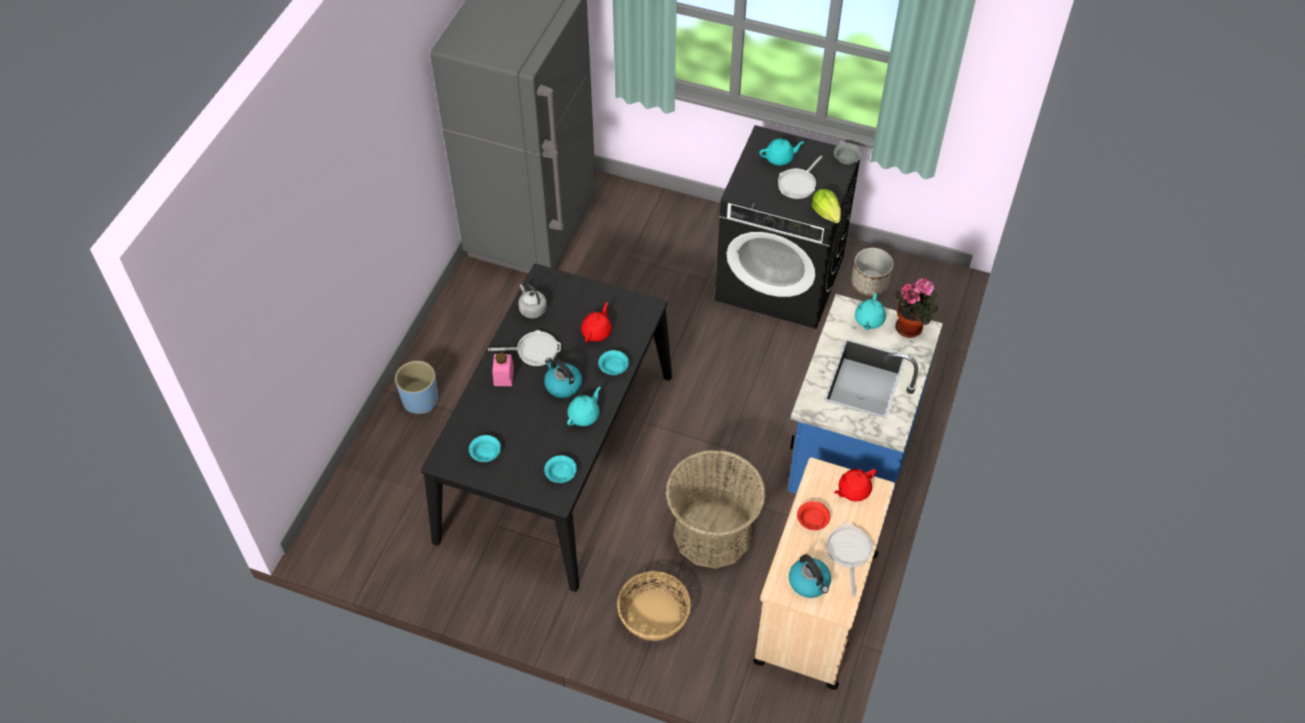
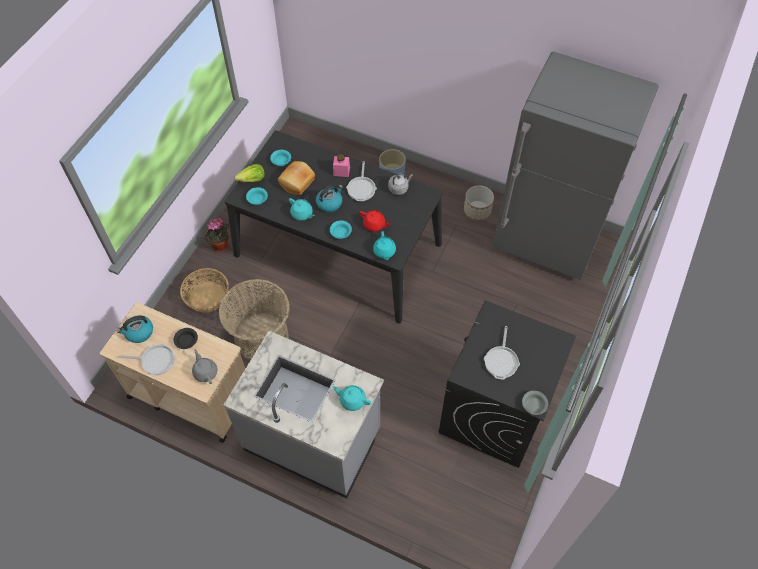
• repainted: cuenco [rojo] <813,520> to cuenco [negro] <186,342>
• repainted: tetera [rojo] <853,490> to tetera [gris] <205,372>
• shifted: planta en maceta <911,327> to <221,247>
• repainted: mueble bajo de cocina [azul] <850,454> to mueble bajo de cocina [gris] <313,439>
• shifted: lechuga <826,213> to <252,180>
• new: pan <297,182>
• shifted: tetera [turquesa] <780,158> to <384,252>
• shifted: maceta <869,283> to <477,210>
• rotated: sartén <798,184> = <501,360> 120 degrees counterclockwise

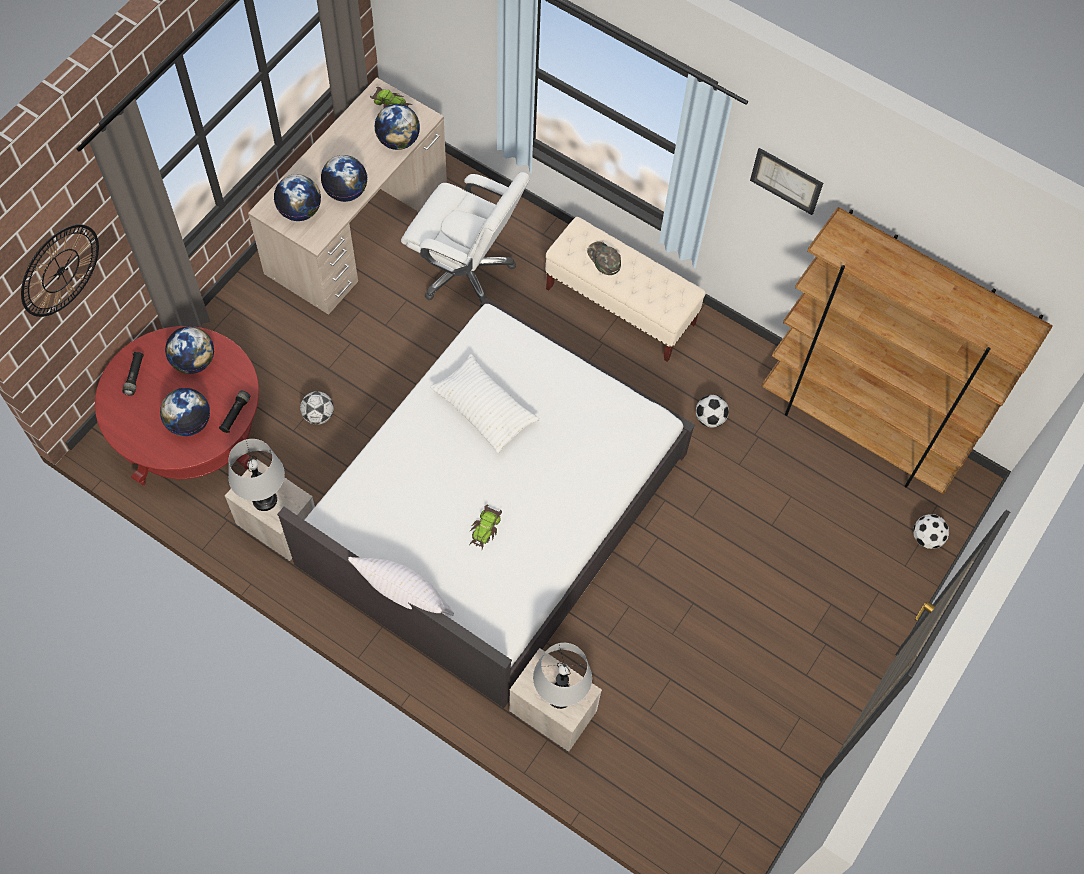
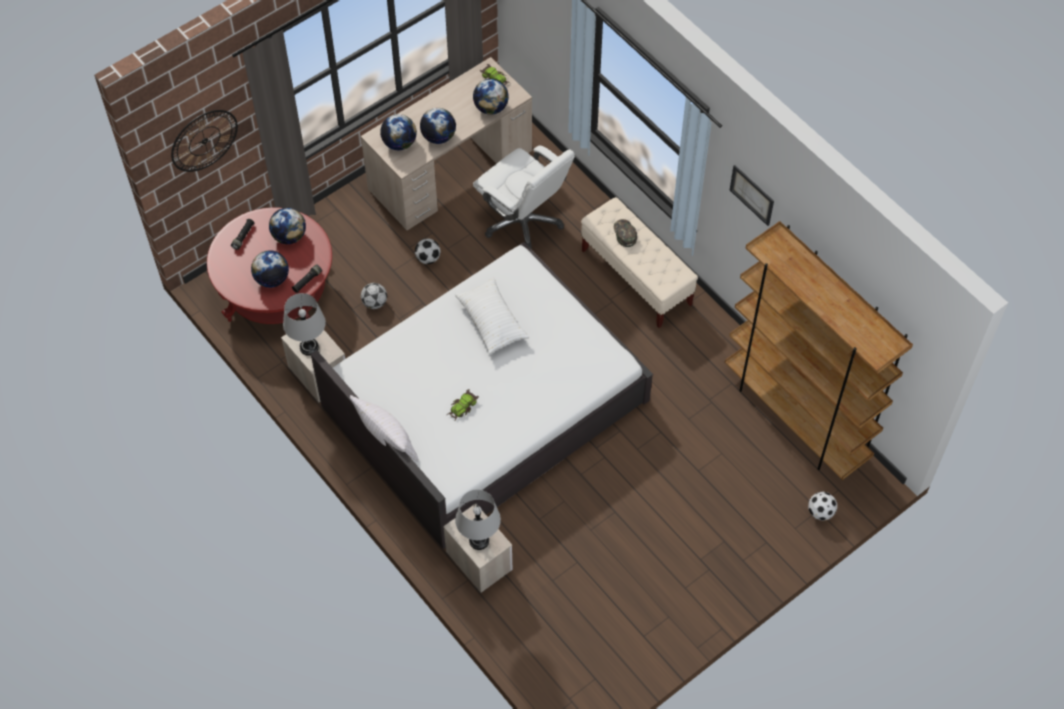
• shifted: balón de fútbol <710,418> to <428,258>

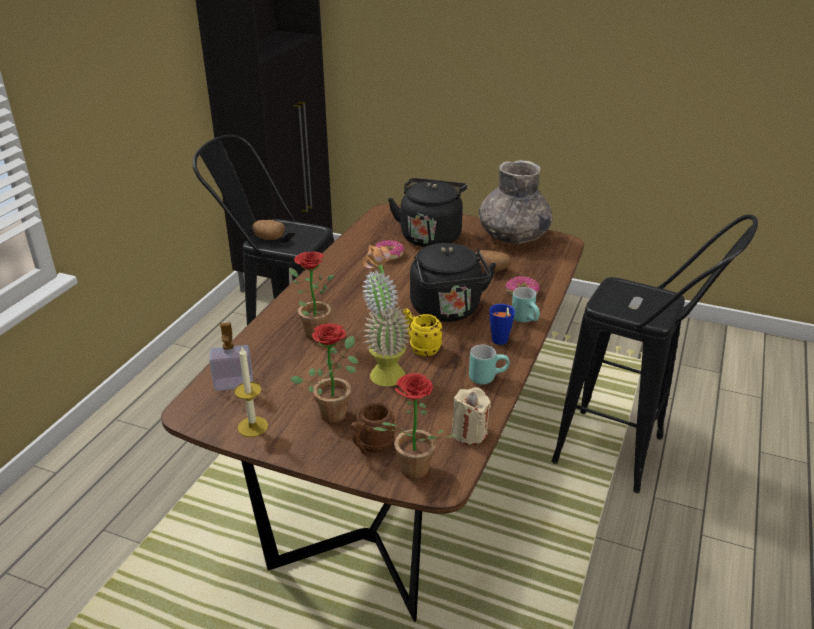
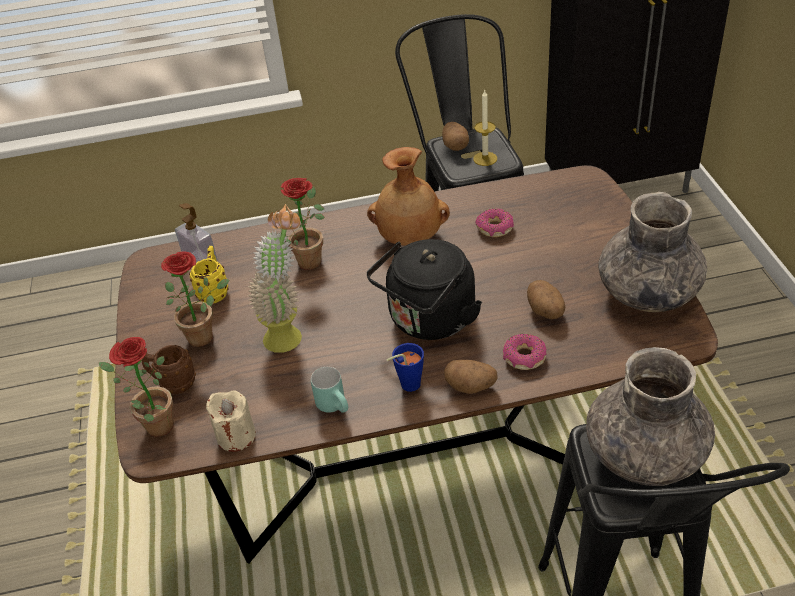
• shifted: taza grande [amarillo] <421,348> to <214,291>
• new: florero [marrón] <410,238>
• swapped: taza grande [turquesa] <527,320> to patata <471,386>
• shifted: vela <253,427> to <485,159>
• new: florero [gris] <645,454>
• gone: hervidor [negro] <431,236>

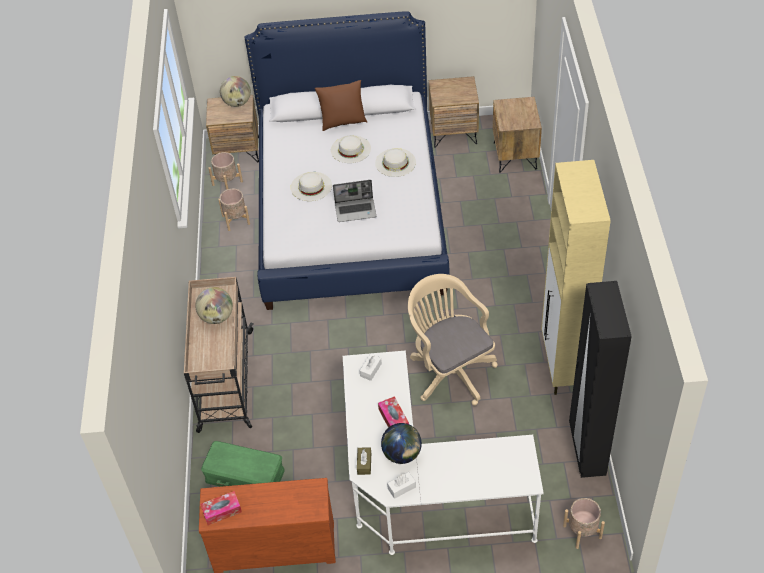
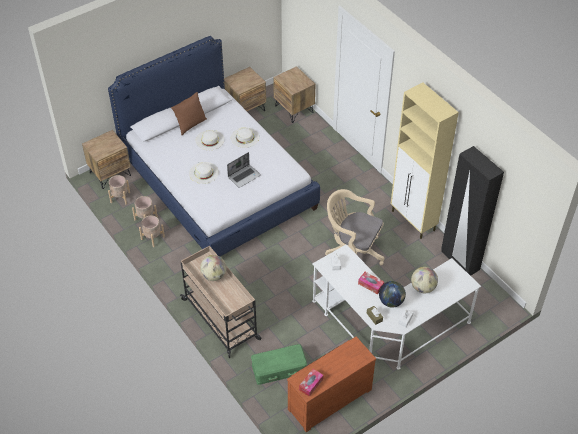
• shifted: maceta [beis] <582,531> to <153,238>
• shifted: globo terráqueo <237,103> to <423,288>

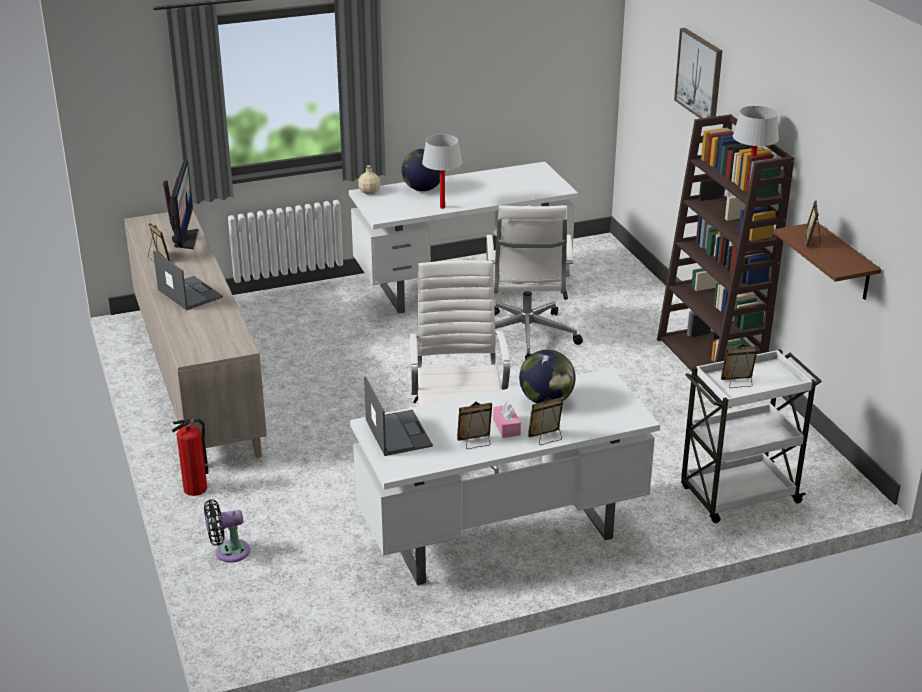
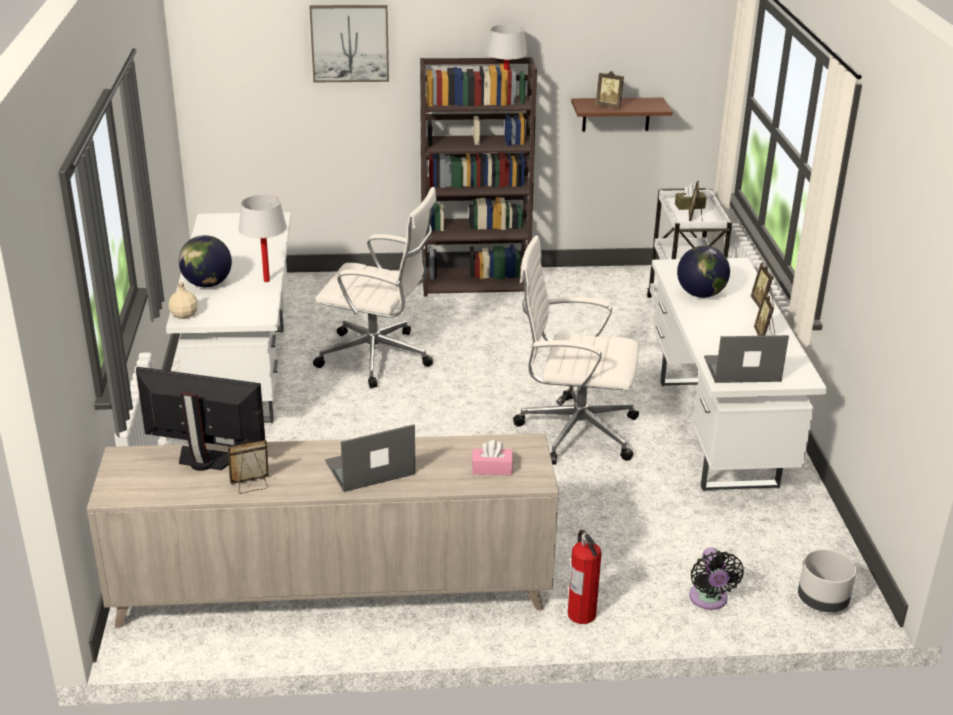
• shifted: caja de pañuelos [rosa] <506,427> to <492,468>
• new: caja de pañuelos [marrón] <689,206>
• new: maceta [gris] <822,600>

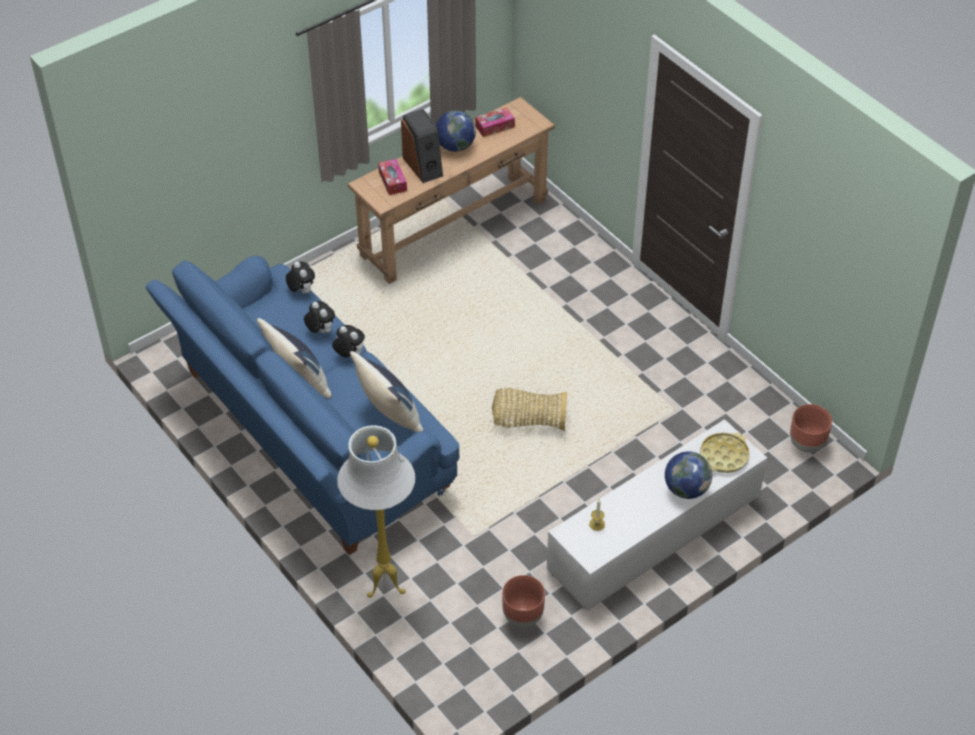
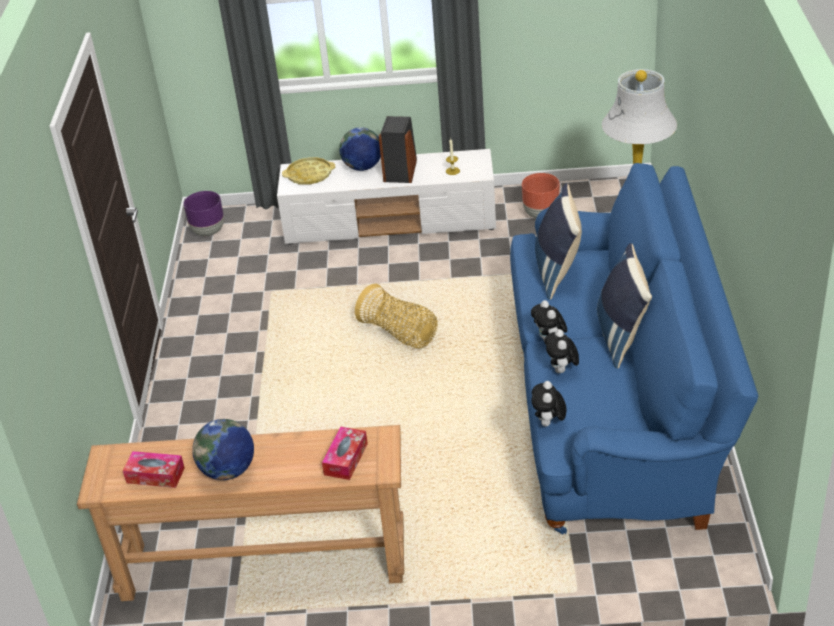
• repainted: maceta [marrón] <807,444> to maceta [morado] <208,231>
• shifted: altavoz <423,166> to <401,170>

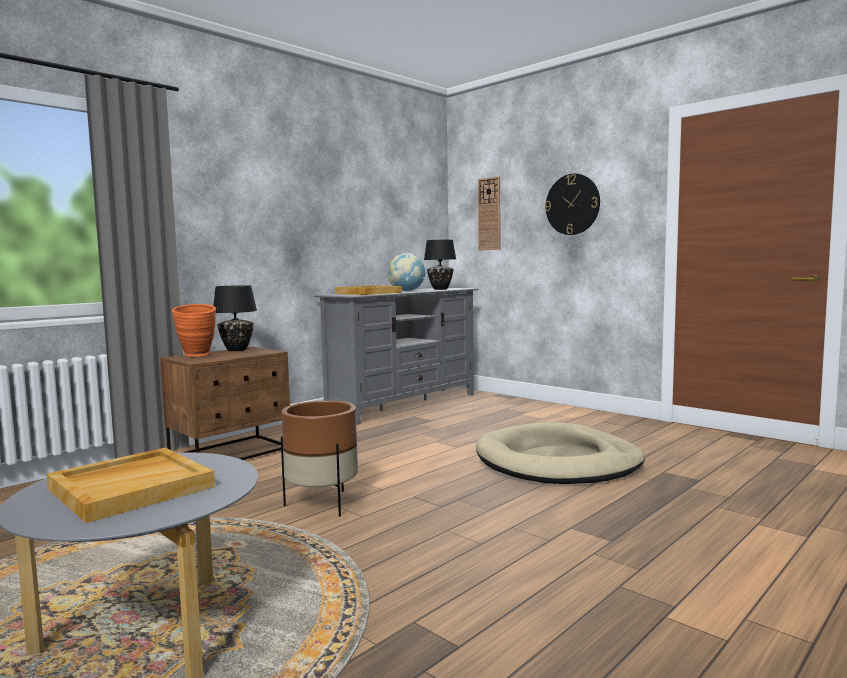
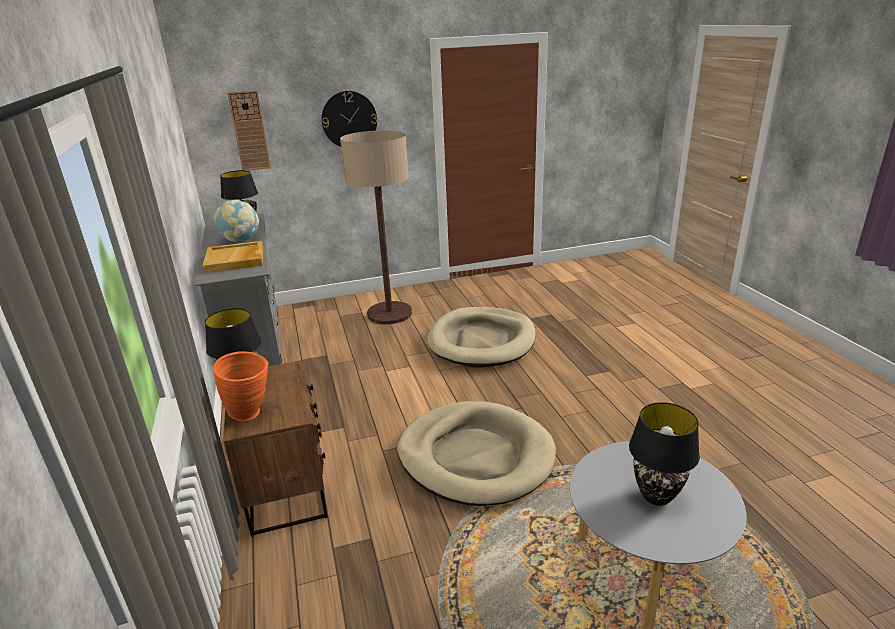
• new: lámpara de pie <389,313>
• swapped: maceta [marrón] <322,504> to cama para perro [beis] <475,456>
• swapped: bandeja [beis] <132,487> to lámpara de mesa [negro] <655,496>

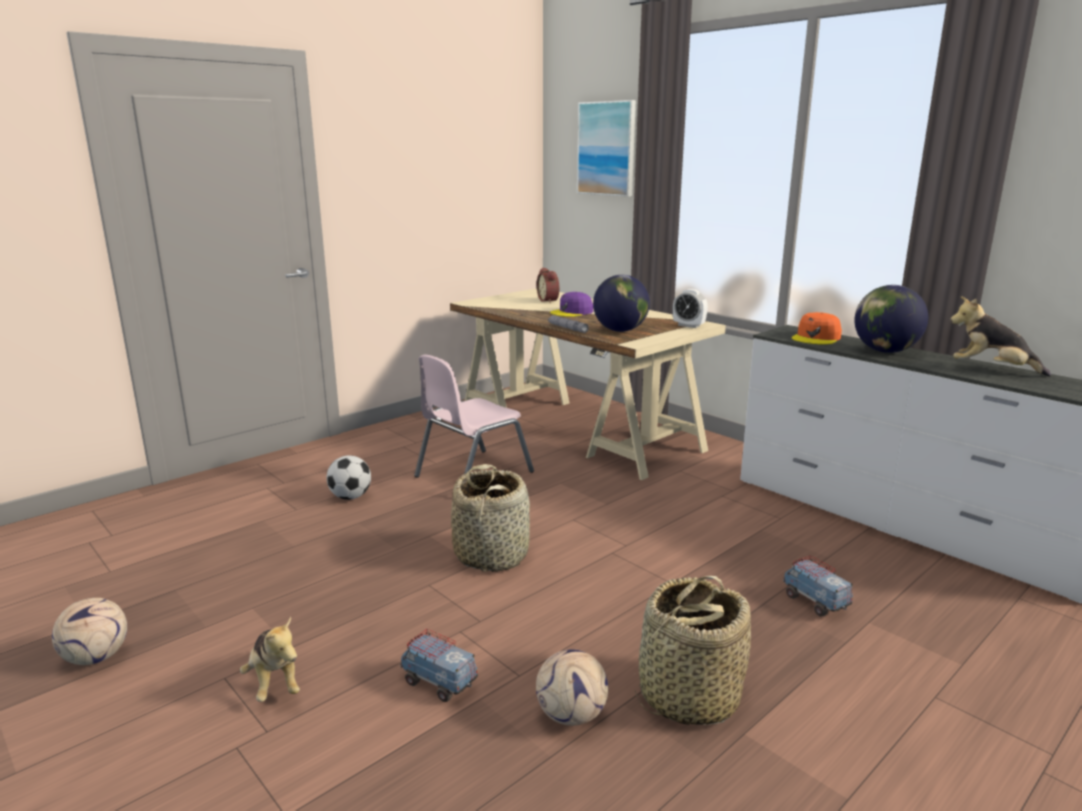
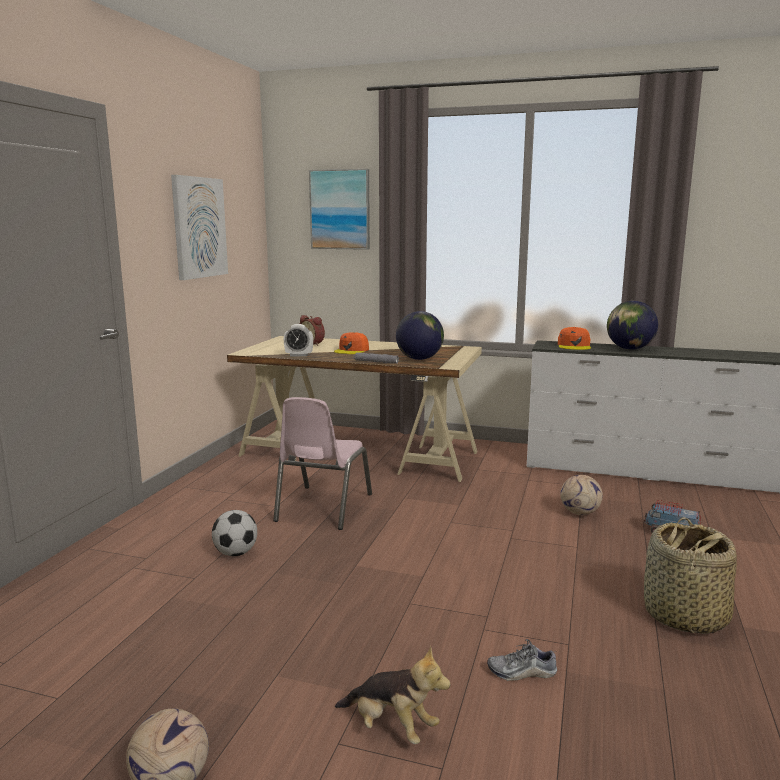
• new: cuadro <199,227>
• shifted: despertador <688,326> to <299,355>
• repainted: gorra [morado] <572,312> to gorra [naranja] <351,350>
• swapped: camión de juguete <438,683> to zapato <522,672>
• shifted: balón de fútbol <572,716> to <580,513>
• gone: cesta <492,554>
• gone: peluche <991,370>

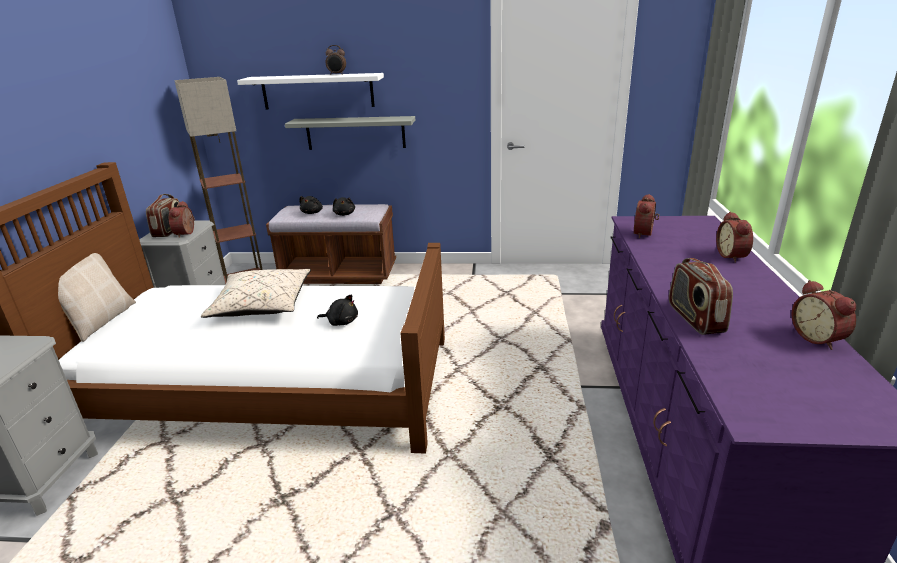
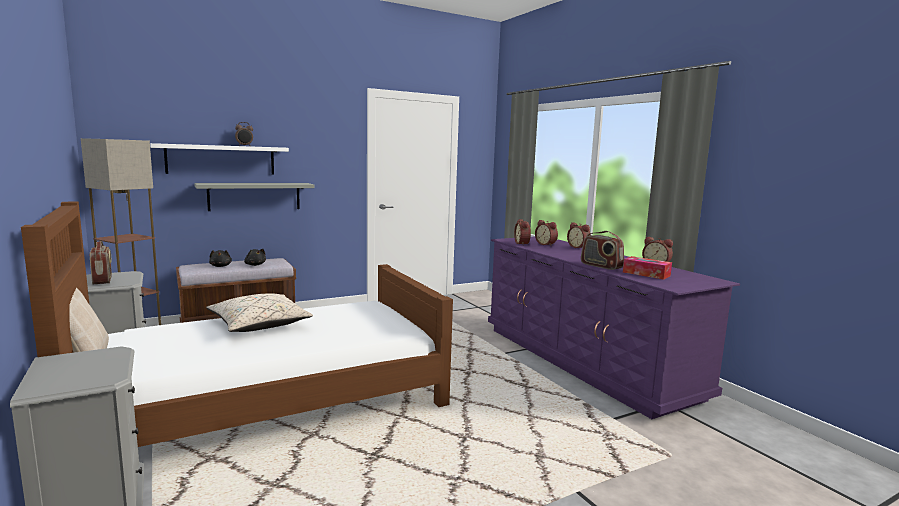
• shifted: despertador <187,233> to <546,244>
• new: caja de pañuelos <646,274>
• gone: peluche [negro] <341,322>

